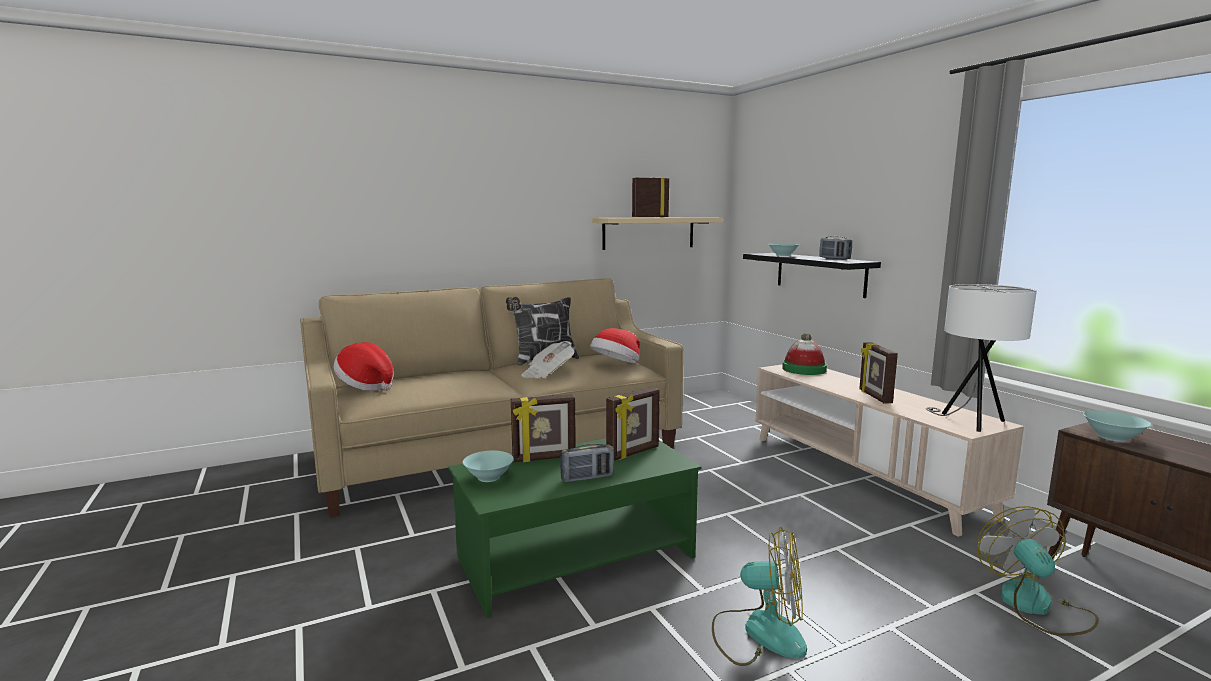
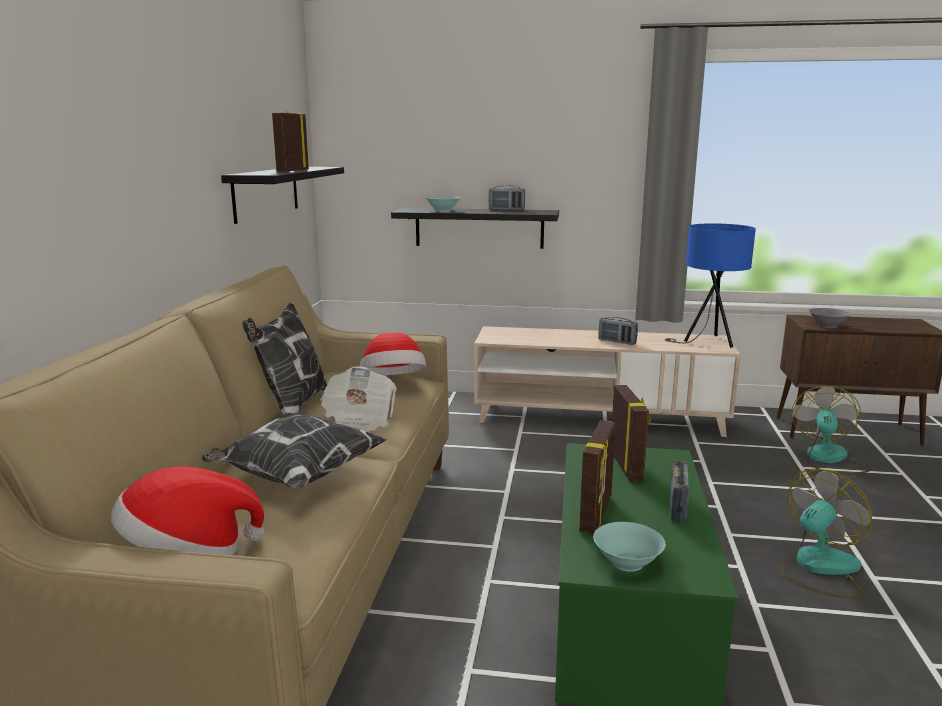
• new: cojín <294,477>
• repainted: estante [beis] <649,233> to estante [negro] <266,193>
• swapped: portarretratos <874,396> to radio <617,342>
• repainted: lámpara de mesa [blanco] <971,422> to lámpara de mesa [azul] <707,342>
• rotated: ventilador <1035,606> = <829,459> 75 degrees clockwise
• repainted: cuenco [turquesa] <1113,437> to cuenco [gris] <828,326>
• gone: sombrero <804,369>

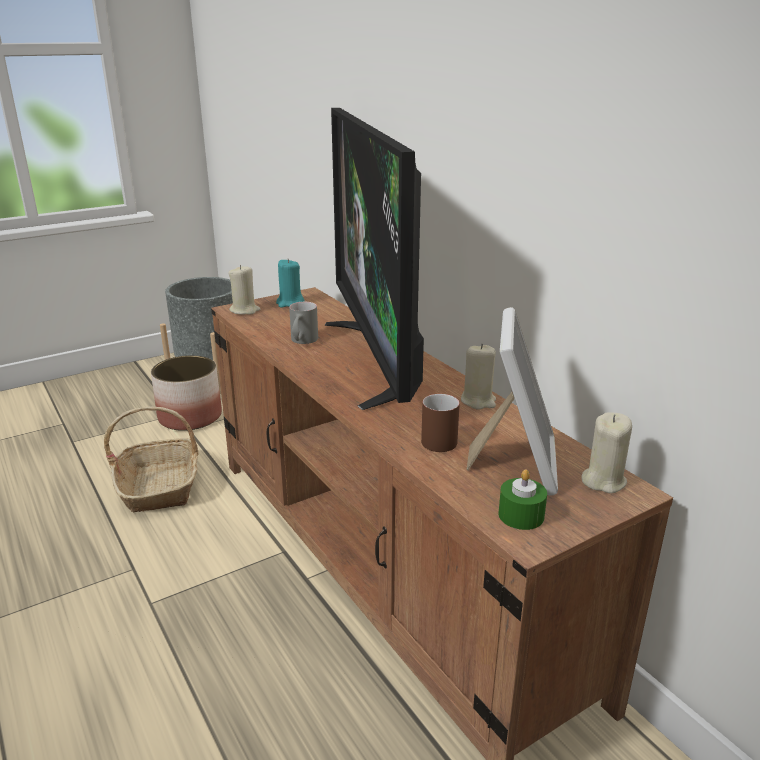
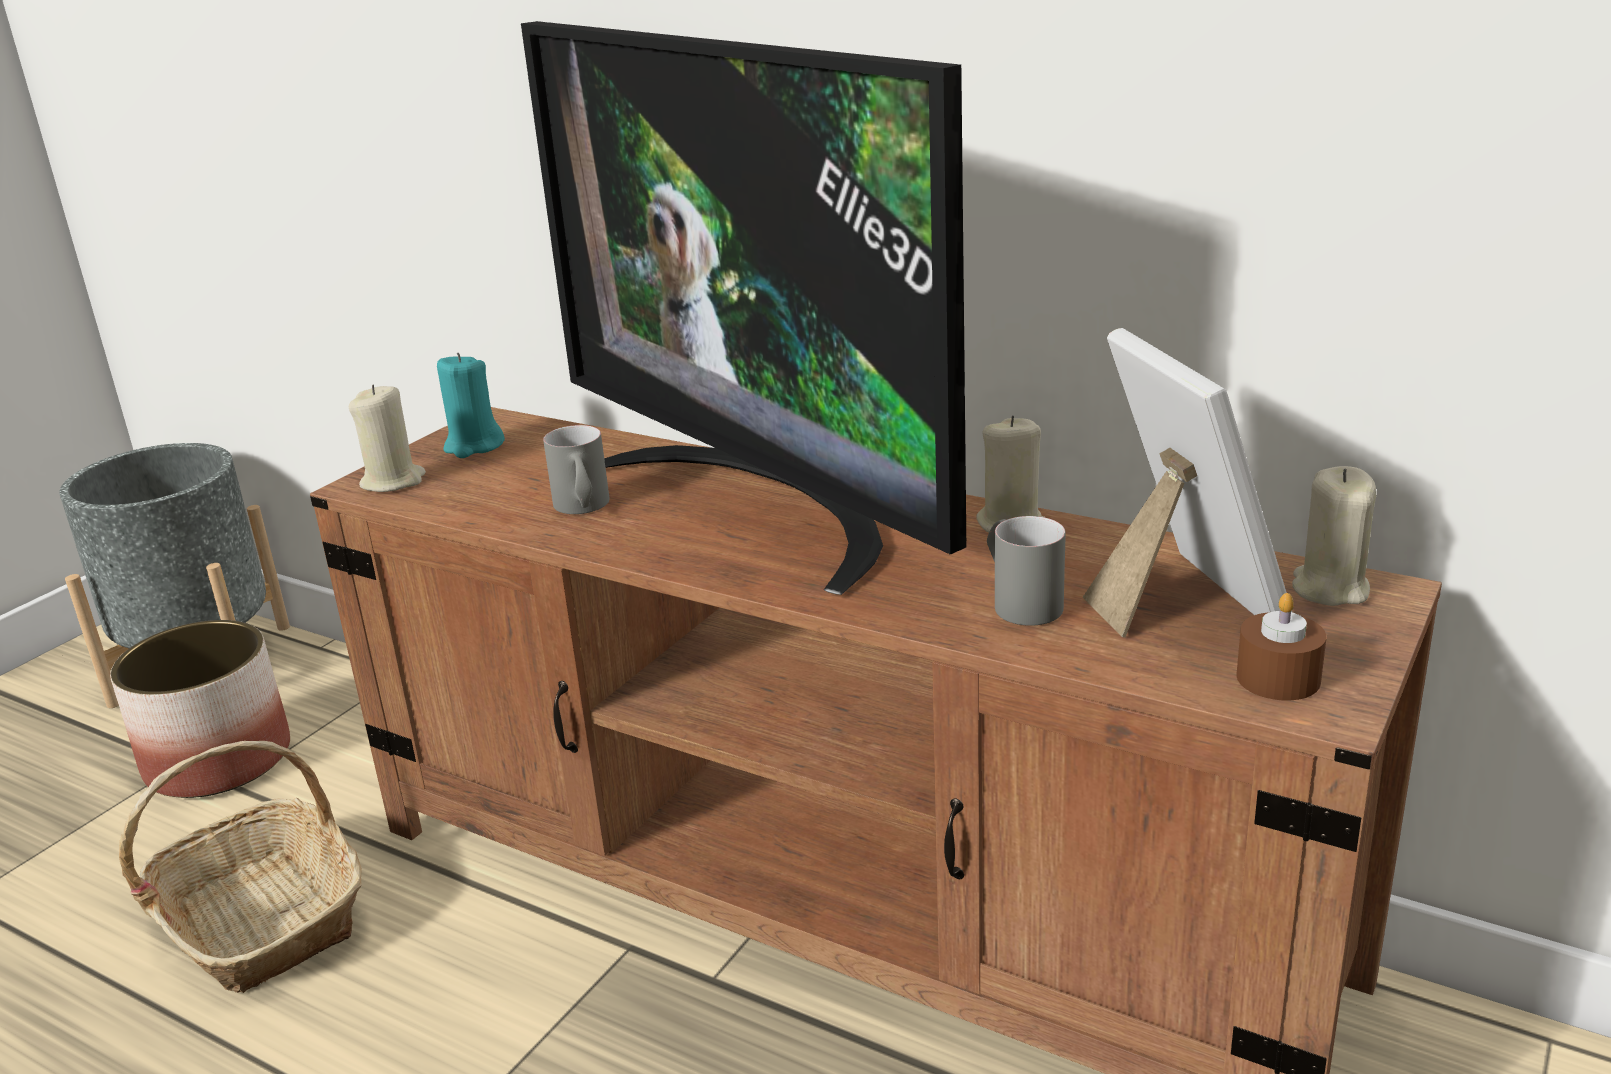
• repainted: taza grande [marrón] <439,437> to taza grande [gris] <1019,601>
• repainted: vela [verde] <521,515> to vela [marrón] <1278,678>

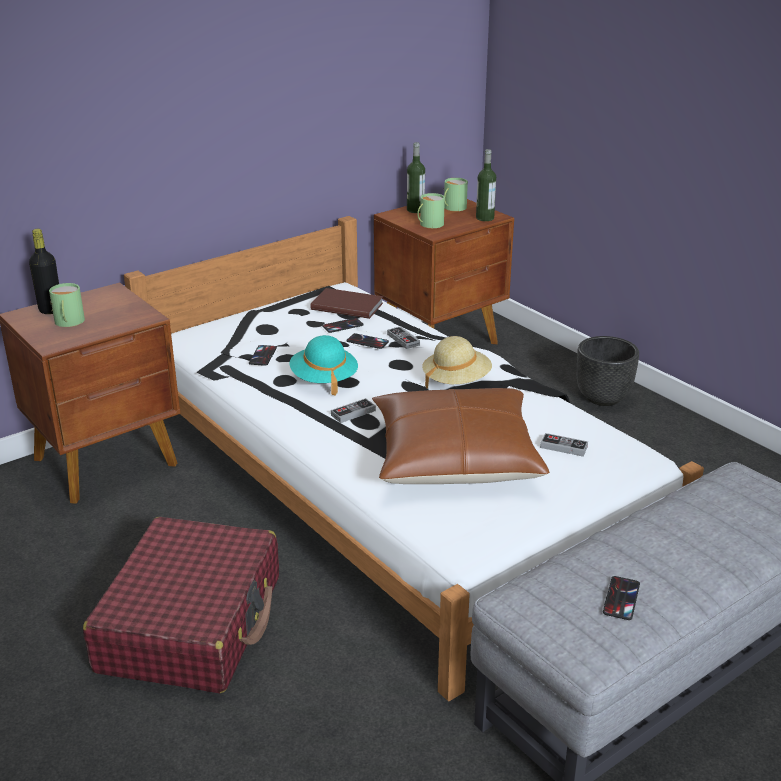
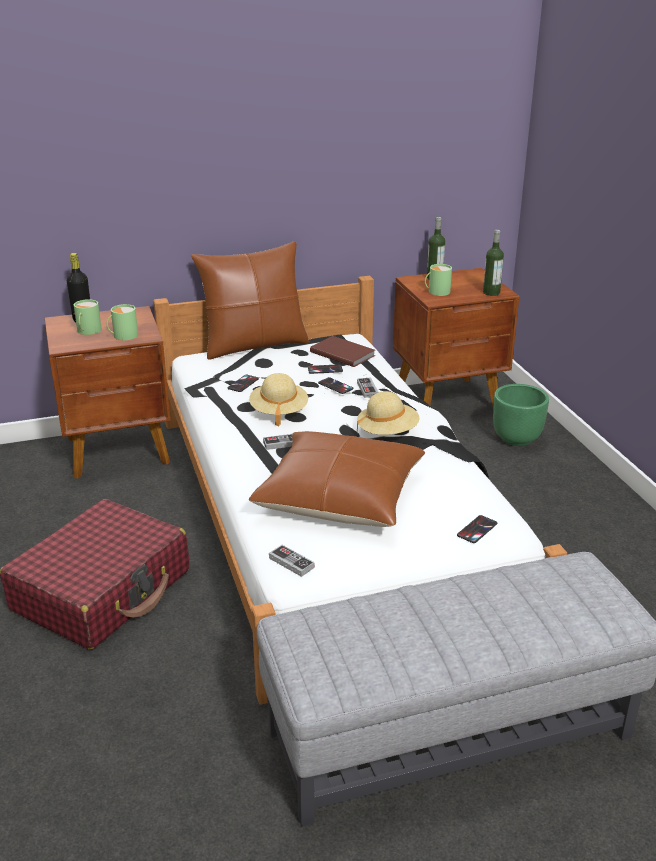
• shifted: taza grande [verde] <453,208> to <123,335>
• new: cojín [marrón] <254,345>
• repainted: sombrero [turquesa] <324,379> to sombrero [beis] <278,411>
• shifted: mando de consola <563,447> to <291,563>
• shifted: móvil <621,598> to <477,529>
• new: maceta [verde] <517,438>
• gone: maceta [negro] <603,397>

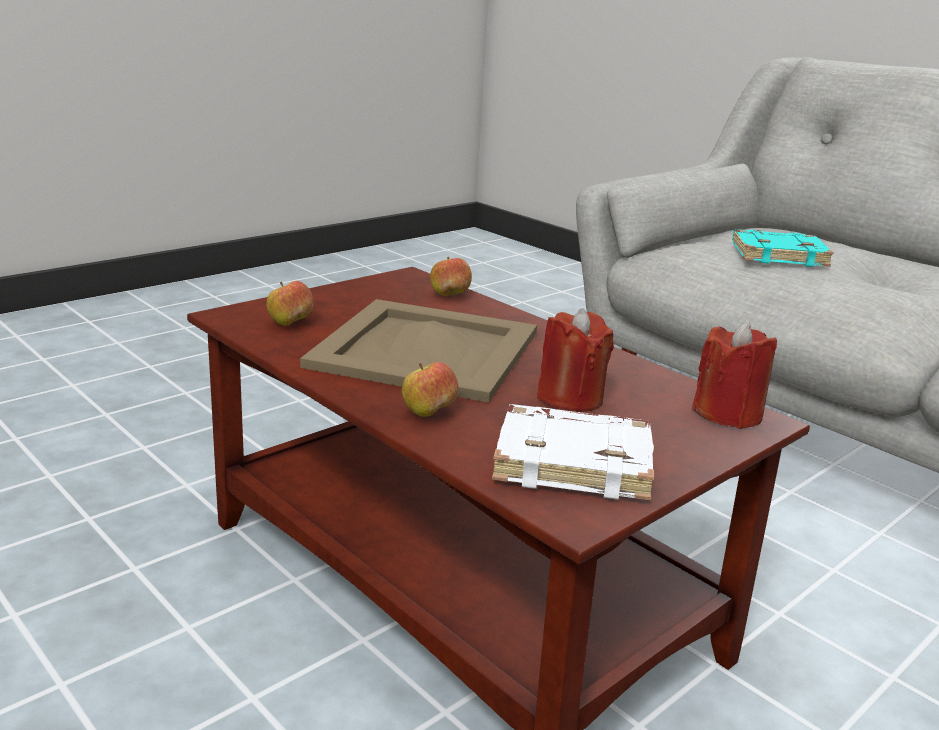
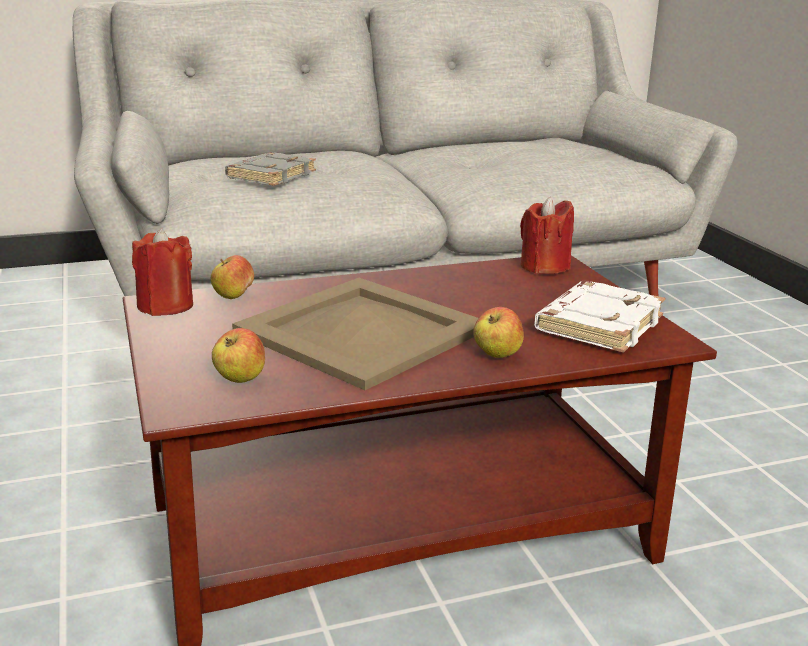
• shifted: vela [rojo] <570,398> to <165,306>
• repainted: libro [turquesa] <779,255> to libro [gris] <271,175>

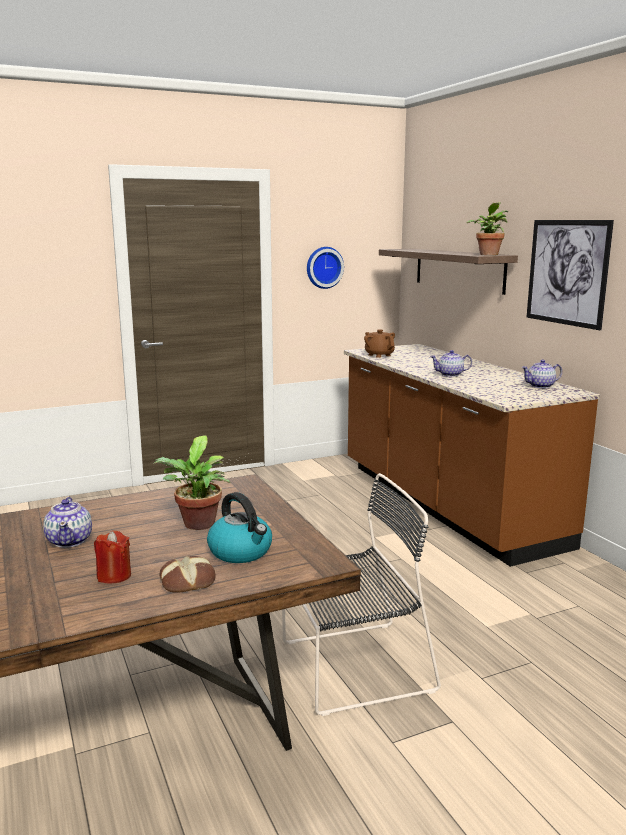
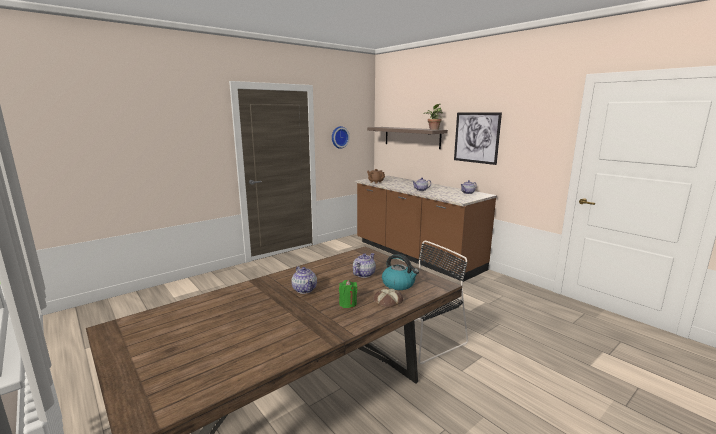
• repainted: vela [rojo] <114,576> to vela [verde] <348,304>
• swapped: planta en maceta <197,525> to tetera <363,274>

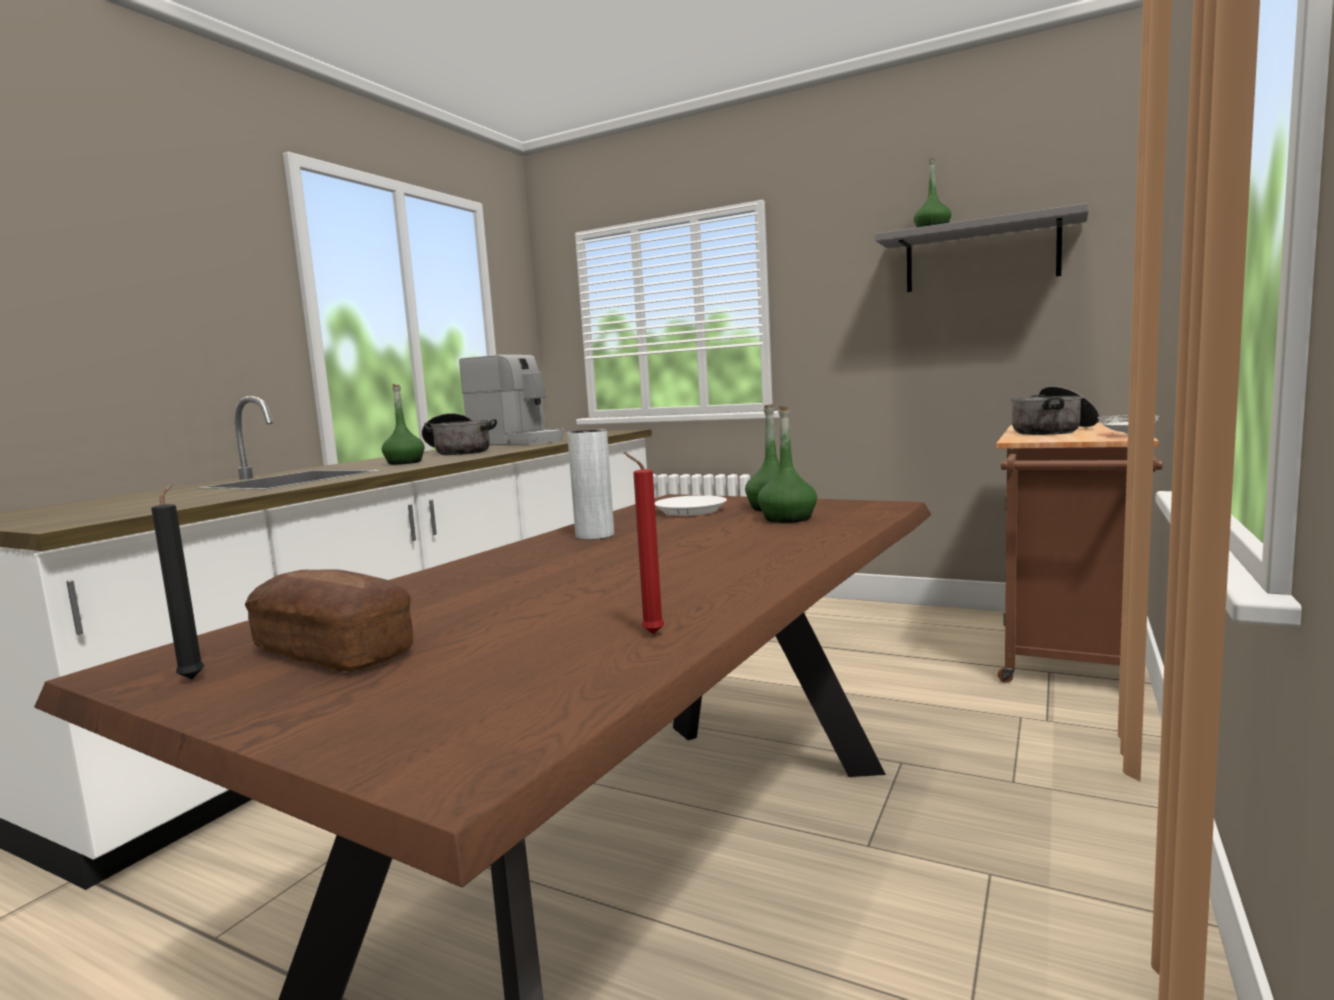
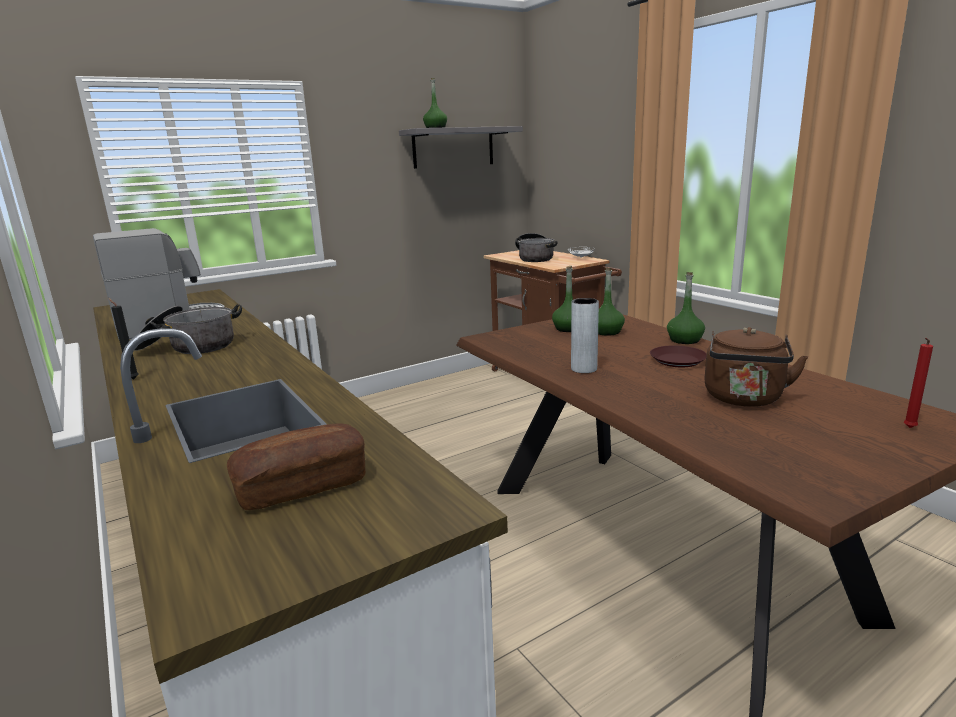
• shifted: vela [negro] <194,677> to <132,379>
• shifted: pan <333,652> to <302,487>
• new: plato [marrón] <677,361>
• shifted: botella [verde] <405,462> to <684,340>
• new: hervidor [marrón] <744,399>
• shifted: vela [rojo] <650,633> to <908,428>
• gone: plato [blanco] <691,511>

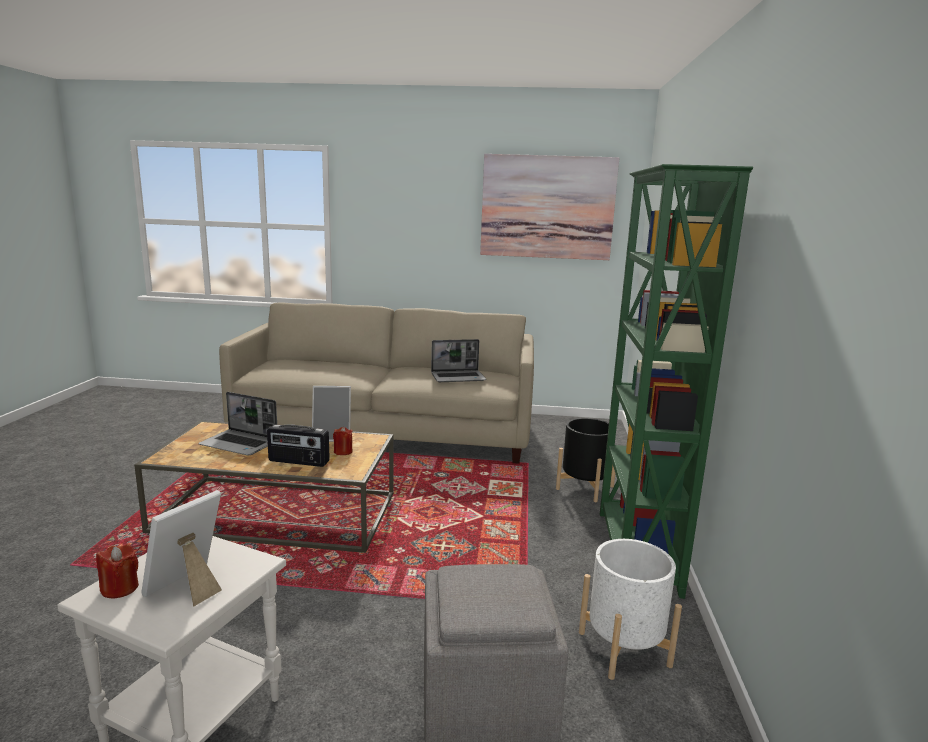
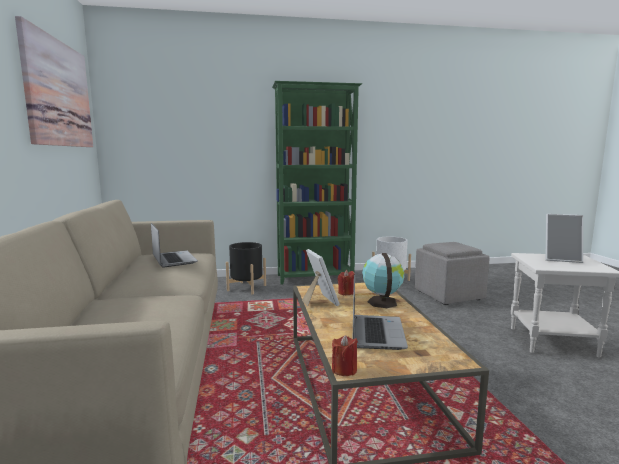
• shifted: vela [rojo] <120,588> to <344,370>
• swapped: radio <298,462> to globo terráqueo <381,302>

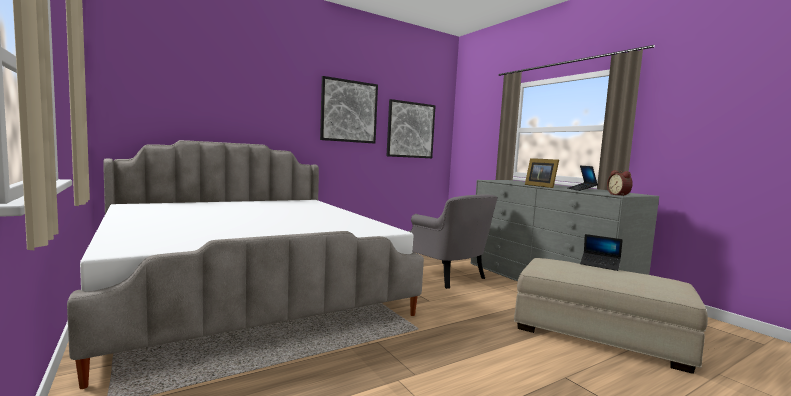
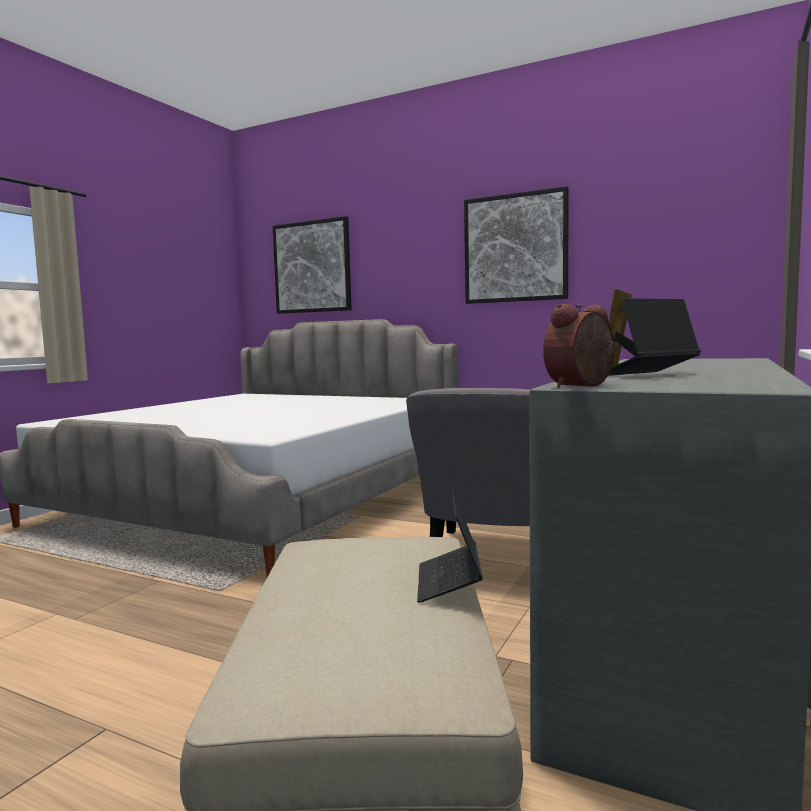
• shifted: cuadro <410,130> to <312,267>

